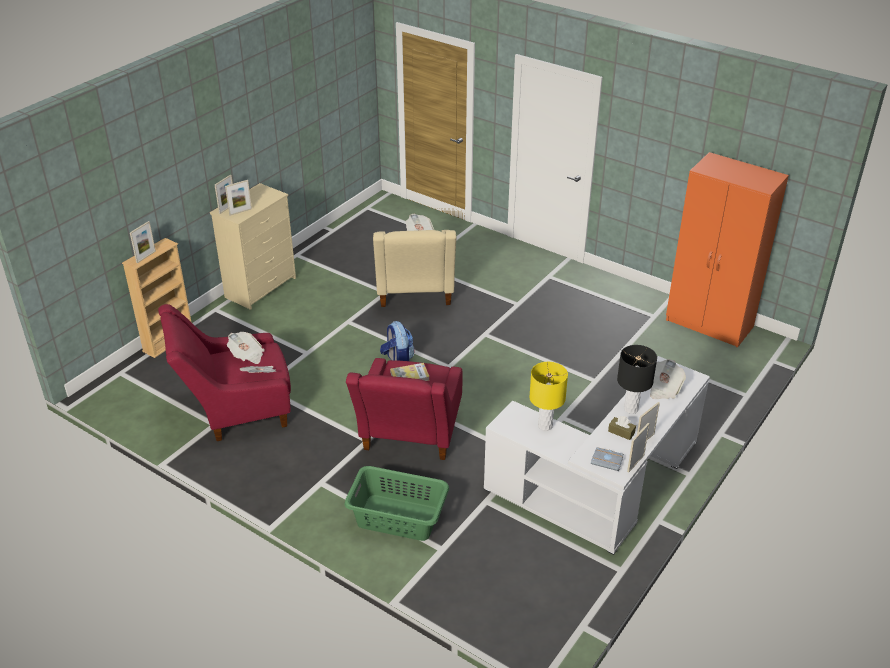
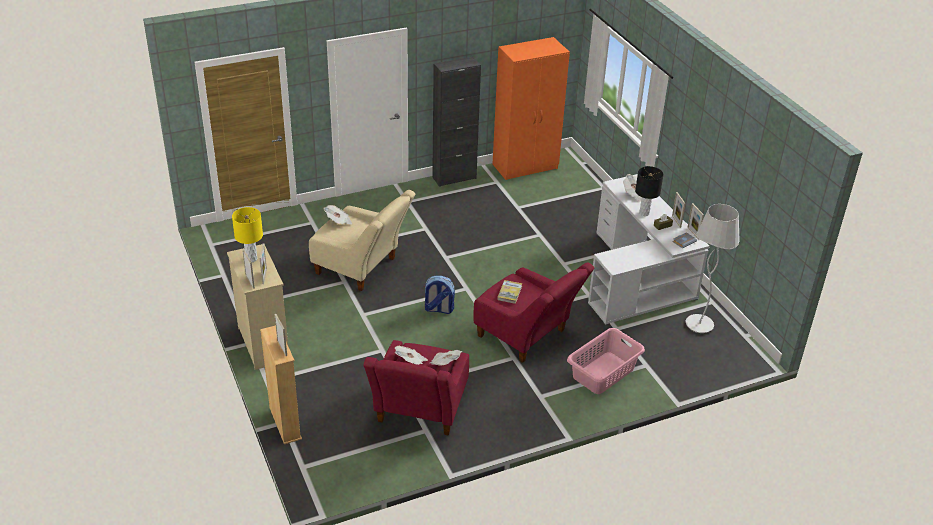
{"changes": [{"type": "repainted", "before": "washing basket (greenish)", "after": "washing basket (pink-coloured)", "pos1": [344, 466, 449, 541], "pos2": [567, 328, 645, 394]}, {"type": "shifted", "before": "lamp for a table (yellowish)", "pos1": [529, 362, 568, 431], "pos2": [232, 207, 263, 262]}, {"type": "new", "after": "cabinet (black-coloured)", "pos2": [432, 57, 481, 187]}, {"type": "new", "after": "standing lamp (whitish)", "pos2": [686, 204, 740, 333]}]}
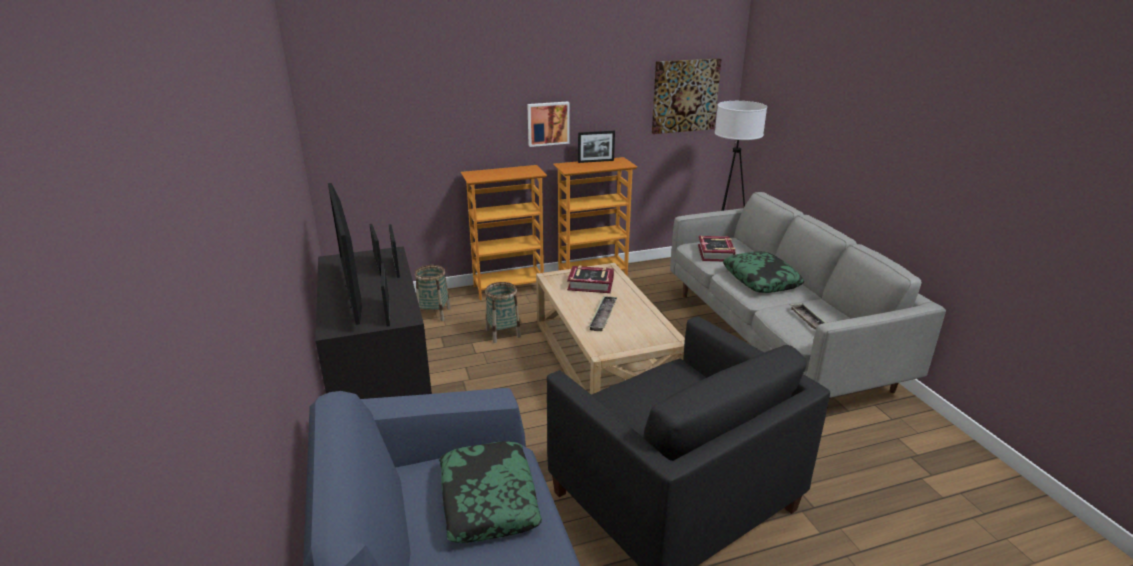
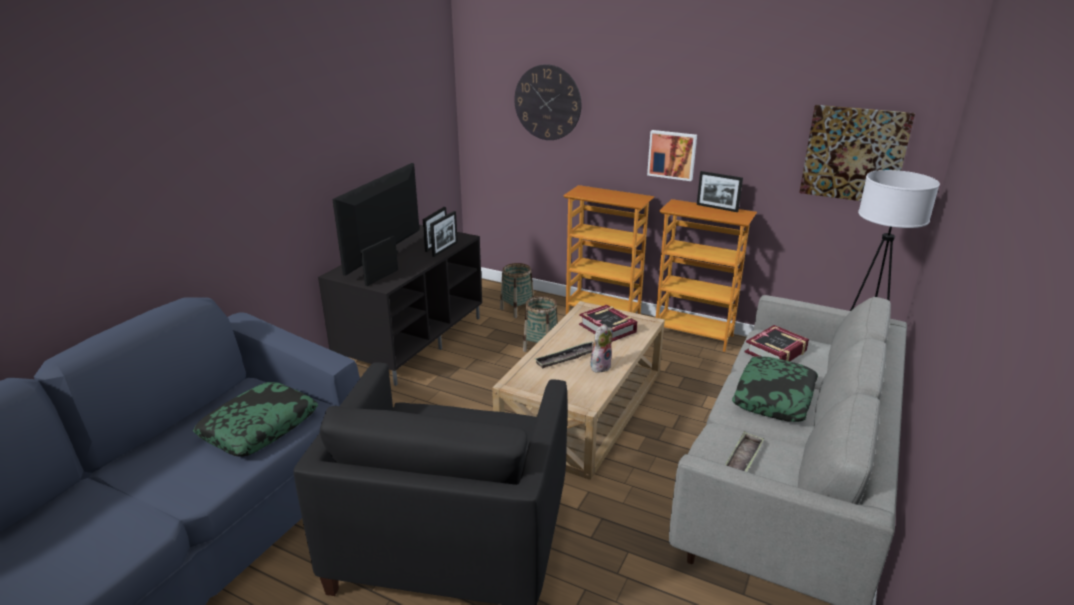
{"changes": [{"type": "new", "after": "wall clock", "pos2": [514, 64, 581, 140]}, {"type": "new", "after": "plush toy", "pos2": [590, 324, 613, 373]}]}
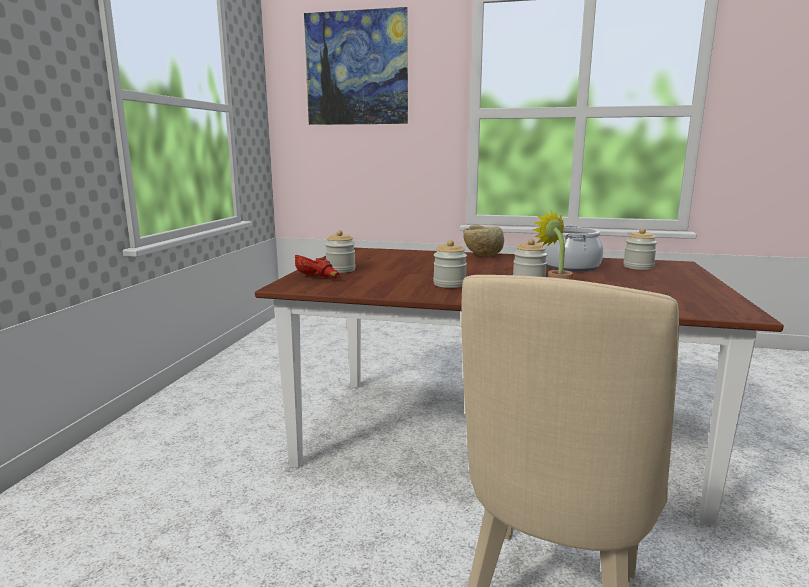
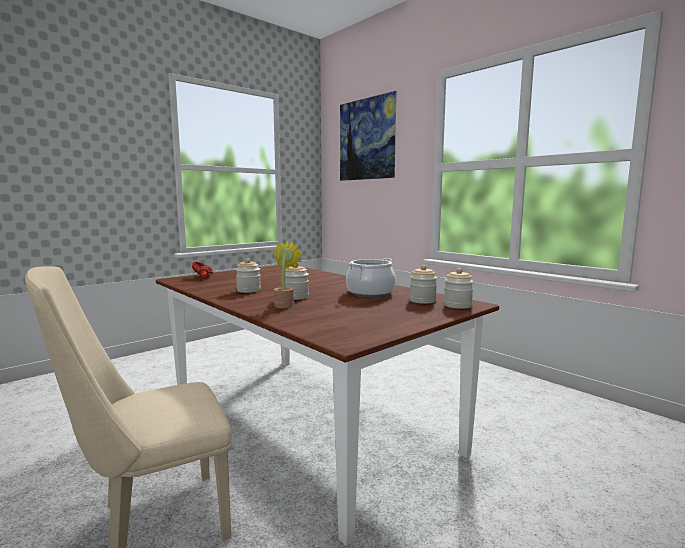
{"changes": [{"type": "shifted", "before": "jar", "pos1": [325, 230, 356, 273], "pos2": [444, 268, 474, 309]}, {"type": "gone", "before": "bowl (sand-coloured)", "pos1": [463, 225, 504, 256]}]}
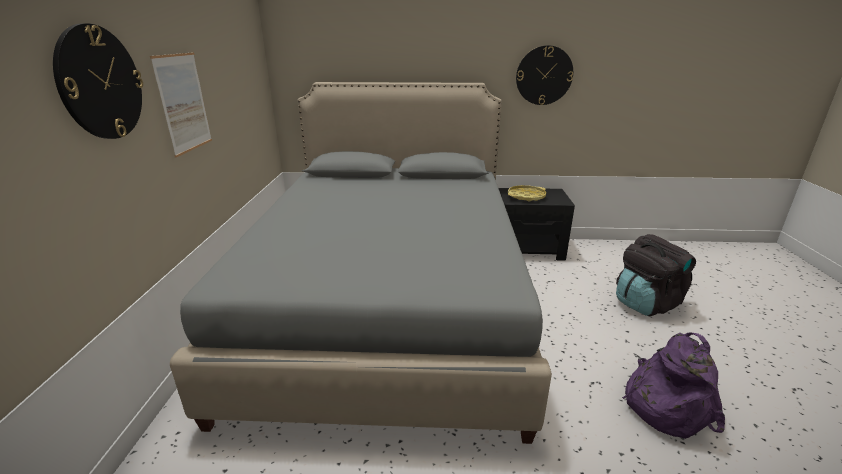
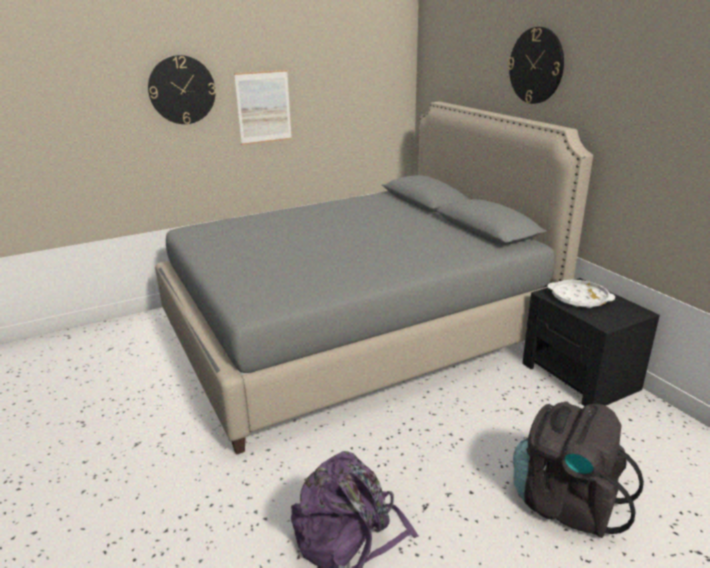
{"changes": [{"type": "repainted", "before": "tray (yellowish)", "after": "tray (whitish)", "pos1": [508, 185, 546, 202], "pos2": [547, 280, 615, 308]}, {"type": "shifted", "before": "wall clock", "pos1": [516, 45, 573, 105], "pos2": [508, 27, 564, 104]}]}
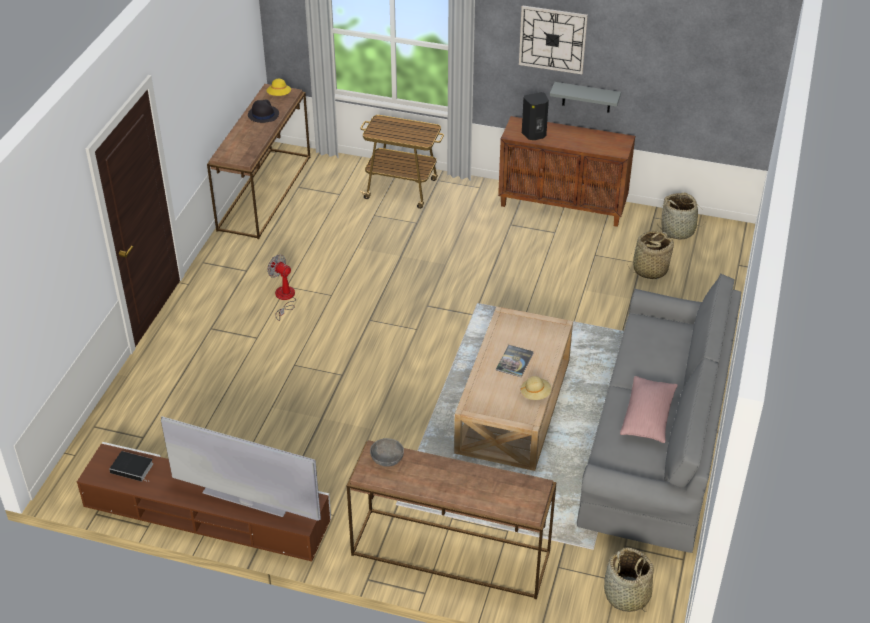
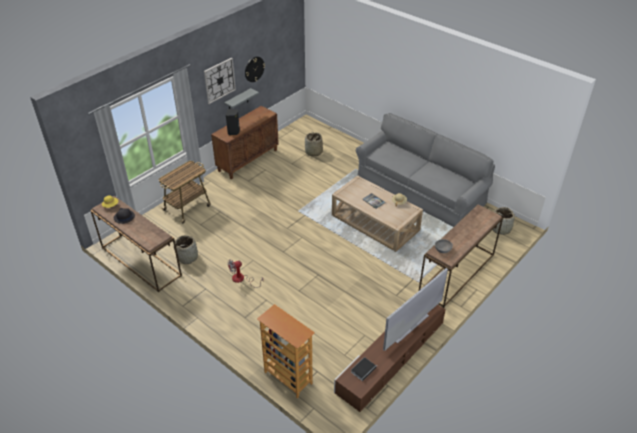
{"changes": [{"type": "gone", "before": "cushion (pink-coloured)", "pos1": [620, 376, 678, 443]}, {"type": "shifted", "before": "storage basket", "pos1": [657, 193, 705, 239], "pos2": [174, 235, 198, 264]}, {"type": "new", "after": "wall clock", "pos2": [245, 57, 265, 82]}, {"type": "new", "after": "bookshelf", "pos2": [257, 304, 315, 398]}]}
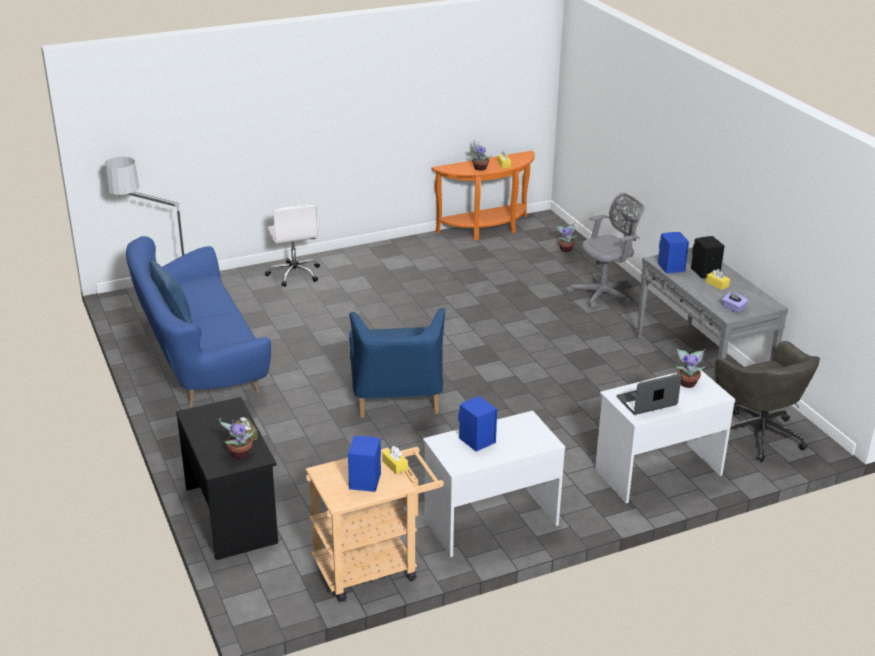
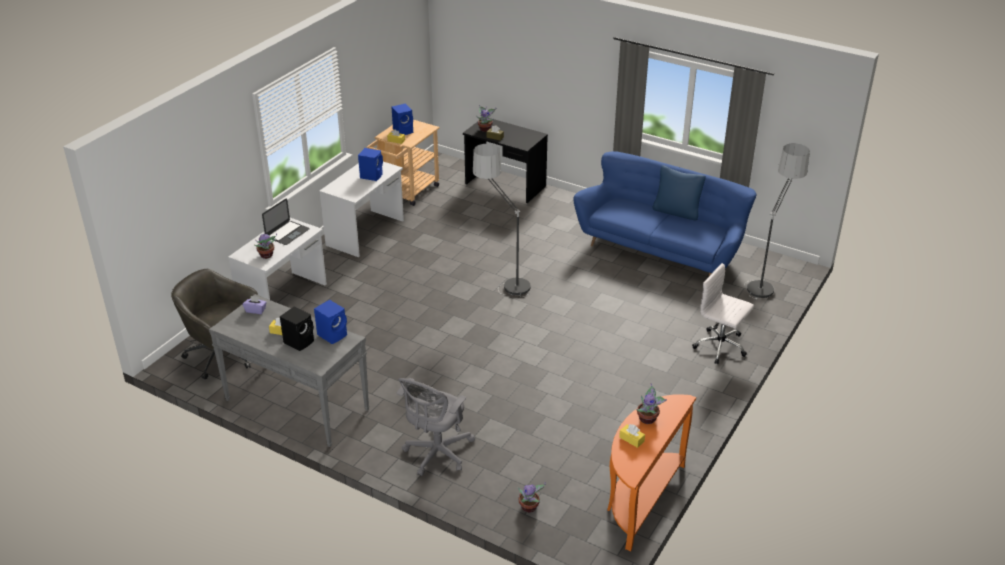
{"changes": [{"type": "swapped", "before": "easy chair (blue-coloured)", "after": "standing lamp", "pos1": [349, 308, 445, 418], "pos2": [473, 144, 531, 297]}]}
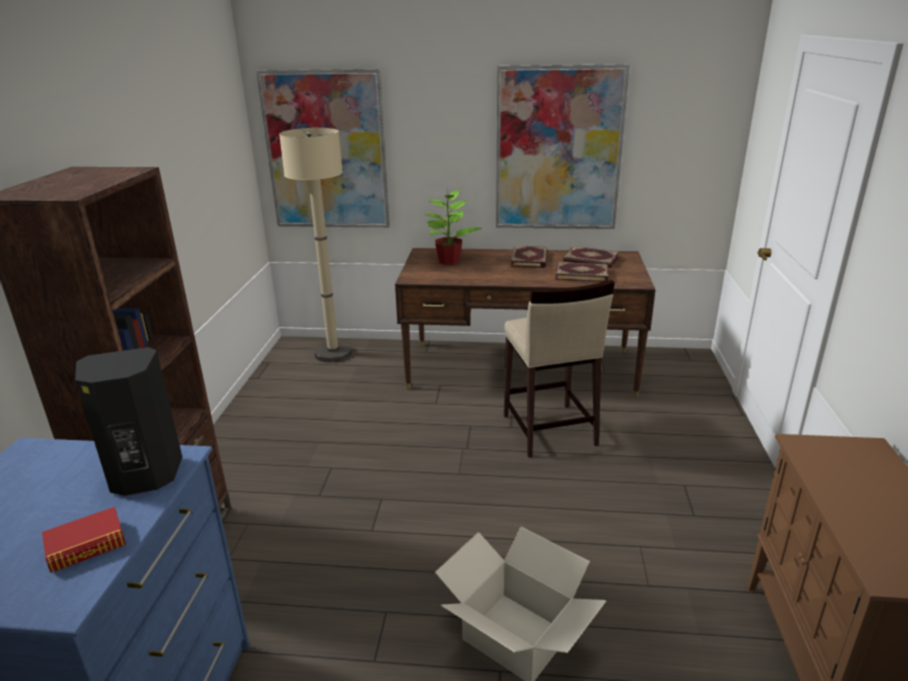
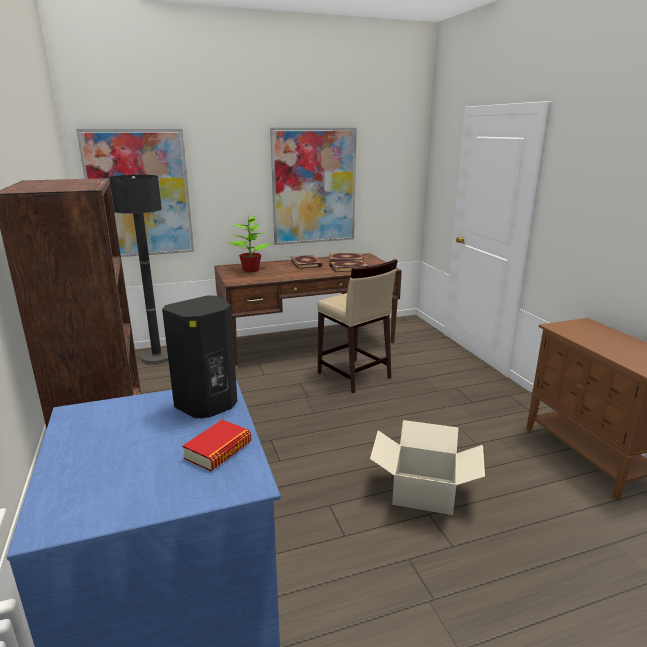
{"changes": [{"type": "repainted", "before": "standing lamp (sand-coloured)", "after": "standing lamp (black-coloured)", "pos1": [279, 128, 352, 362], "pos2": [108, 175, 168, 365]}]}
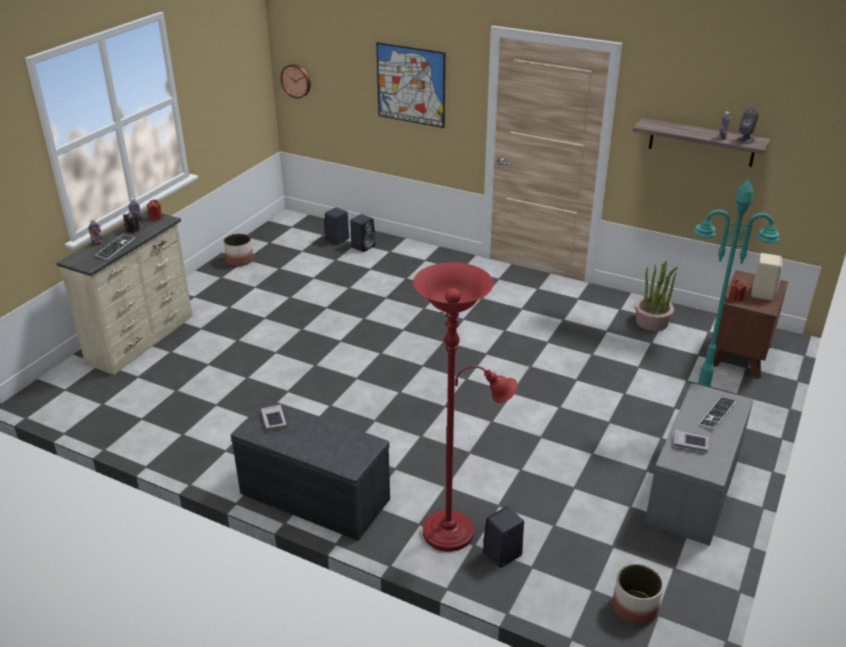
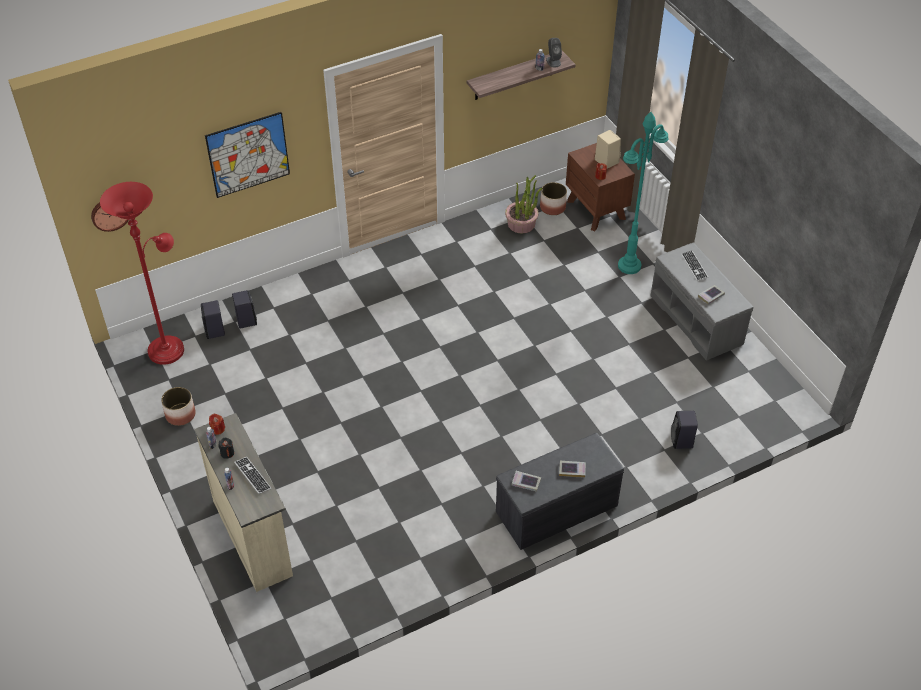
{"changes": [{"type": "shifted", "before": "standing lamp (red)", "pos1": [413, 262, 517, 552], "pos2": [100, 182, 184, 365]}, {"type": "shifted", "before": "planter", "pos1": [612, 564, 663, 625], "pos2": [540, 182, 567, 215]}, {"type": "new", "after": "volume", "pos2": [559, 461, 586, 478]}]}
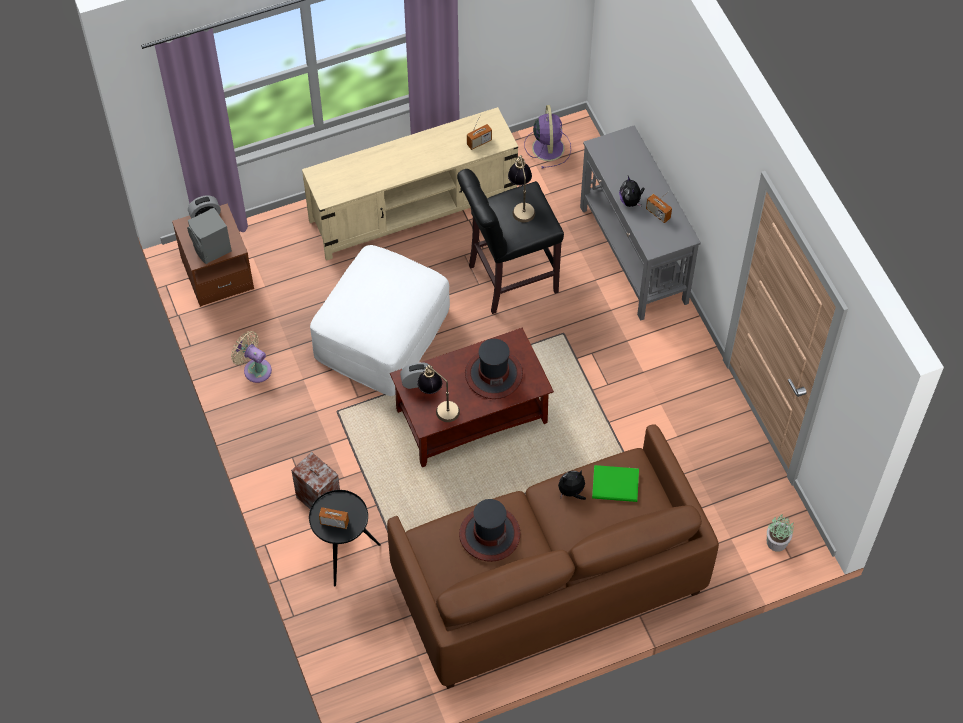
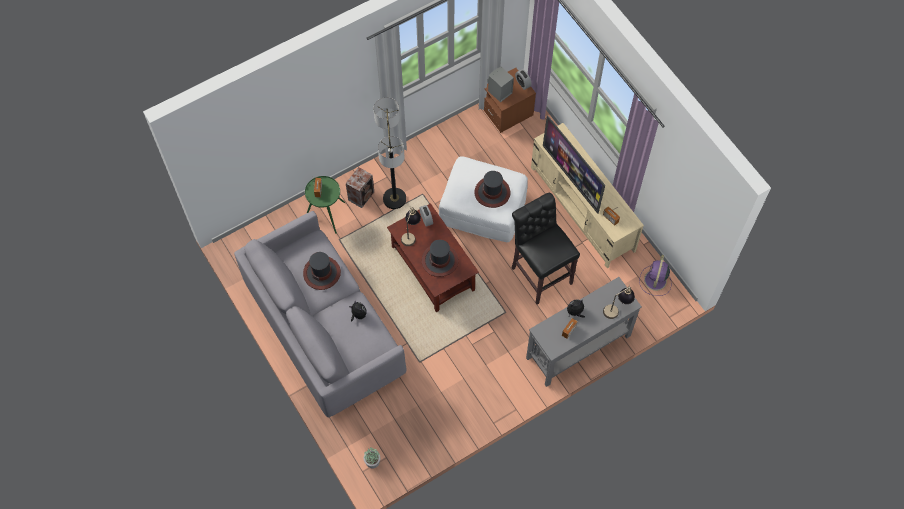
{"changes": [{"type": "gone", "before": "electric fan (sand-coloured)", "pos1": [231, 331, 272, 383]}, {"type": "repainted", "before": "side table (black-coloured)", "after": "side table (greenish)", "pos1": [309, 490, 381, 586], "pos2": [305, 176, 345, 234]}, {"type": "repainted", "before": "sofa (brown)", "after": "sofa (gray)", "pos1": [387, 424, 719, 689], "pos2": [234, 211, 406, 417]}, {"type": "shifted", "before": "lamp for a table", "pos1": [508, 155, 535, 222], "pos2": [603, 285, 635, 319]}, {"type": "rotated", "before": "electric fan (purple-coloured)", "pos1": [524, 105, 571, 168], "pos2": [639, 255, 672, 296], "turn": 120}, {"type": "gone", "before": "volume (greenish)", "pos1": [592, 465, 639, 502]}, {"type": "new", "after": "standing lamp", "pos2": [374, 97, 406, 209]}, {"type": "new", "after": "hat", "pos2": [474, 171, 510, 208]}, {"type": "new", "after": "TV", "pos2": [543, 115, 605, 214]}]}
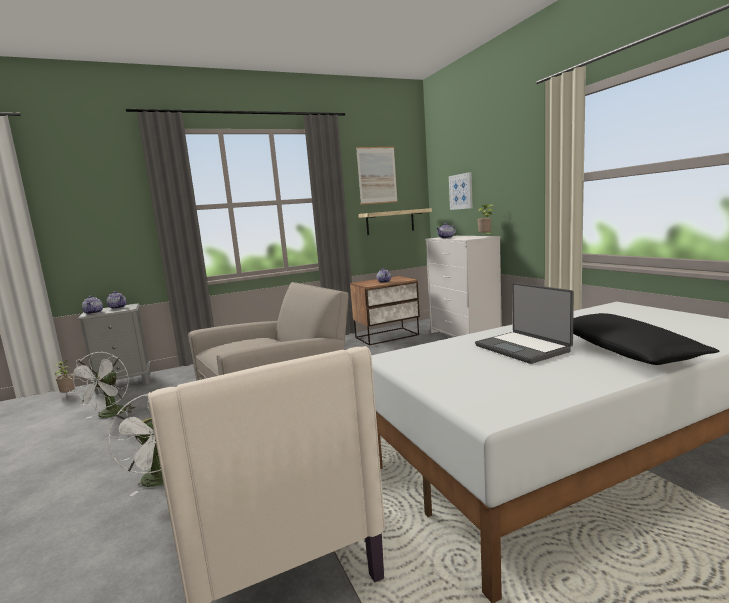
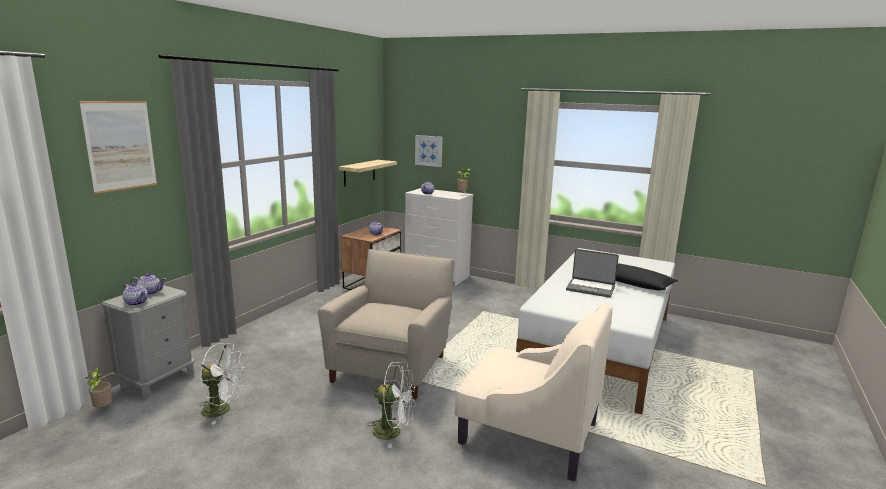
{"changes": [{"type": "rotated", "before": "electric fan (whitish)", "pos1": [67, 352, 136, 419], "pos2": [199, 343, 246, 425], "turn": -45}, {"type": "shifted", "before": "wall picture", "pos1": [356, 147, 398, 205], "pos2": [79, 101, 157, 194]}]}
